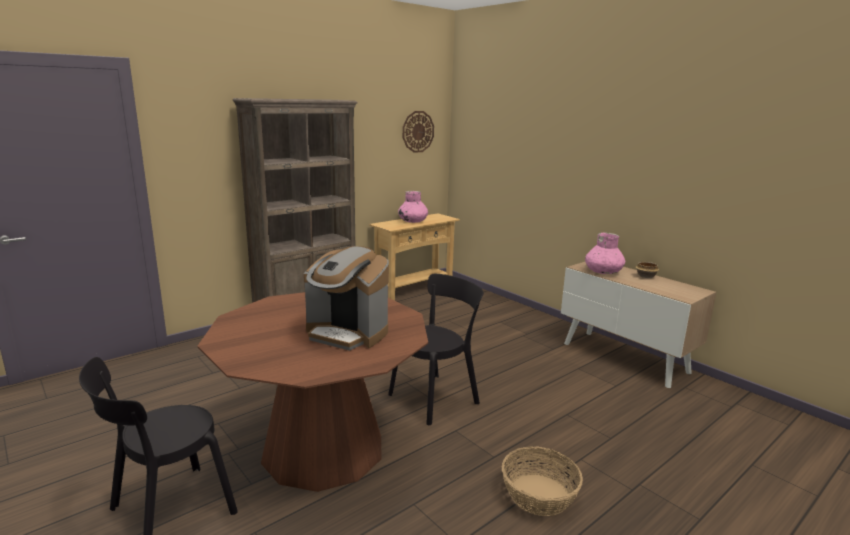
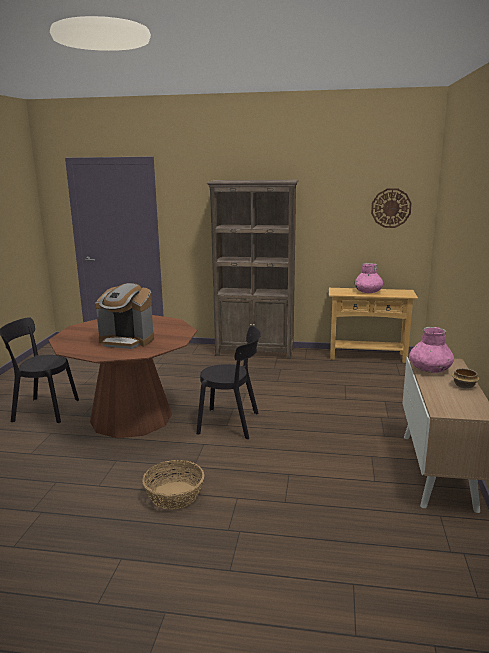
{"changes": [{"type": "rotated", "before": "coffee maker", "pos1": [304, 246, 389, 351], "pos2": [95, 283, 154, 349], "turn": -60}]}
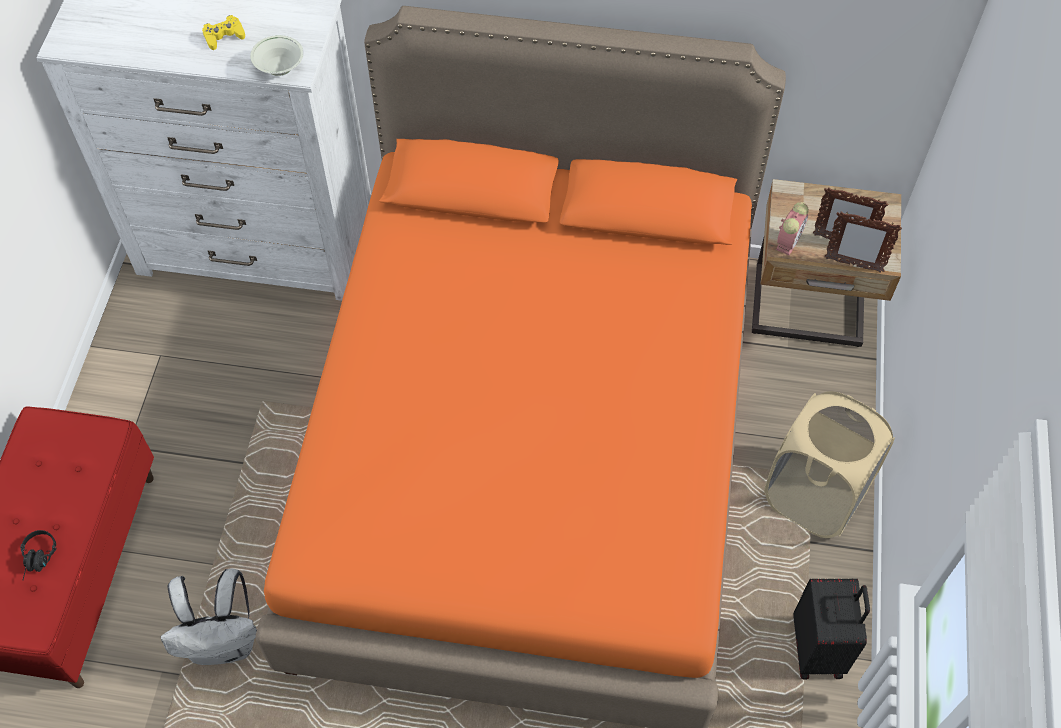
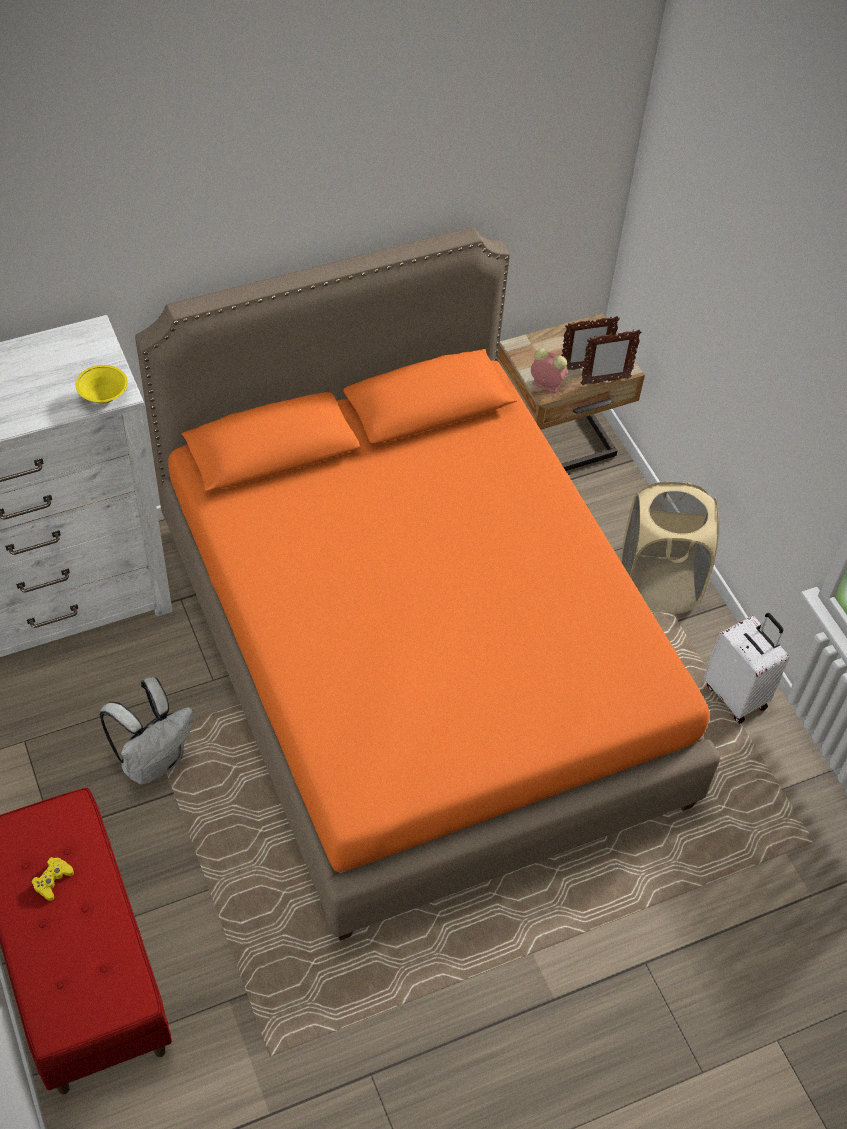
{"changes": [{"type": "gone", "before": "pair of headphones (black-coloured)", "pos1": [20, 530, 56, 581]}, {"type": "shifted", "before": "knapsack (whitish)", "pos1": [161, 569, 257, 665], "pos2": [100, 677, 193, 784]}, {"type": "shifted", "before": "joypad (yellowish)", "pos1": [202, 15, 245, 50], "pos2": [32, 857, 74, 901]}, {"type": "repainted", "before": "bowl (whitish)", "after": "bowl (yellowish)", "pos1": [250, 35, 304, 76], "pos2": [76, 365, 128, 404]}, {"type": "rotated", "before": "alarm clock", "pos1": [776, 202, 809, 256], "pos2": [531, 348, 567, 394], "turn": -60}, {"type": "repainted", "before": "suitcase (black-coloured)", "after": "suitcase (whitish)", "pos1": [793, 579, 870, 679], "pos2": [704, 613, 789, 724]}]}
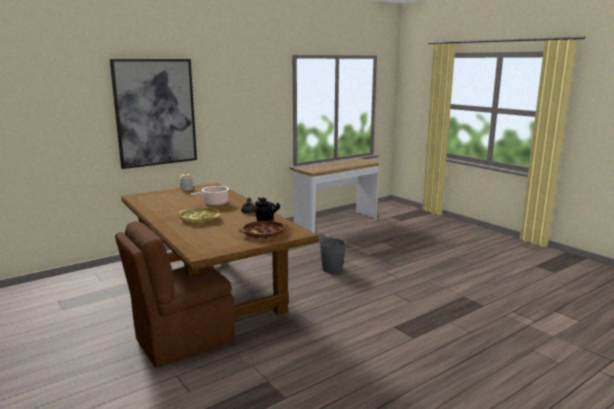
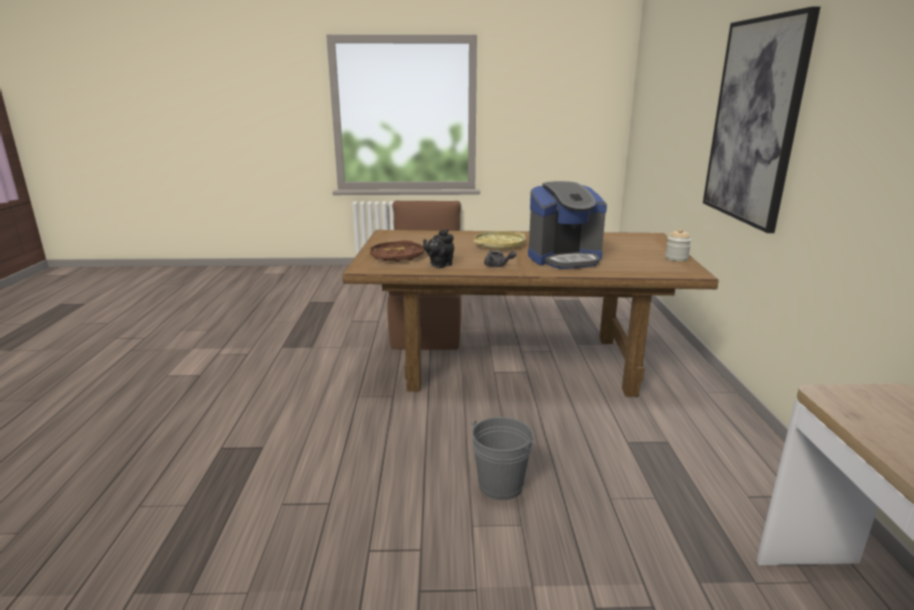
{"changes": [{"type": "swapped", "before": "saucepot", "after": "coffee maker", "pos1": [190, 186, 229, 206], "pos2": [528, 181, 607, 269]}]}
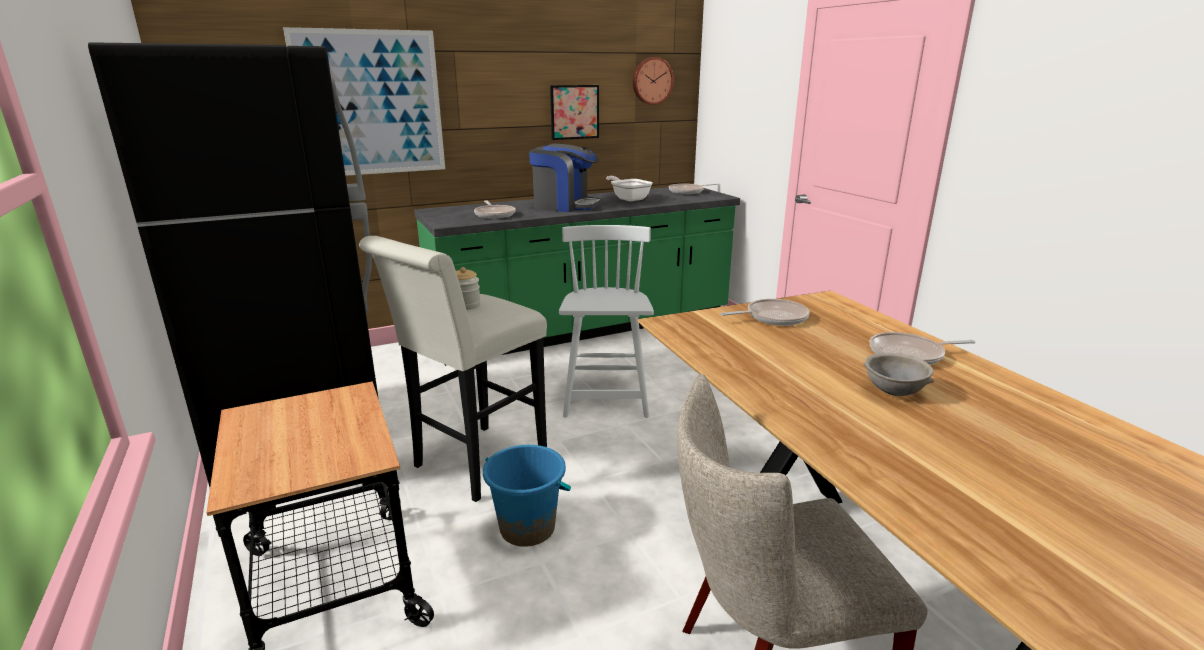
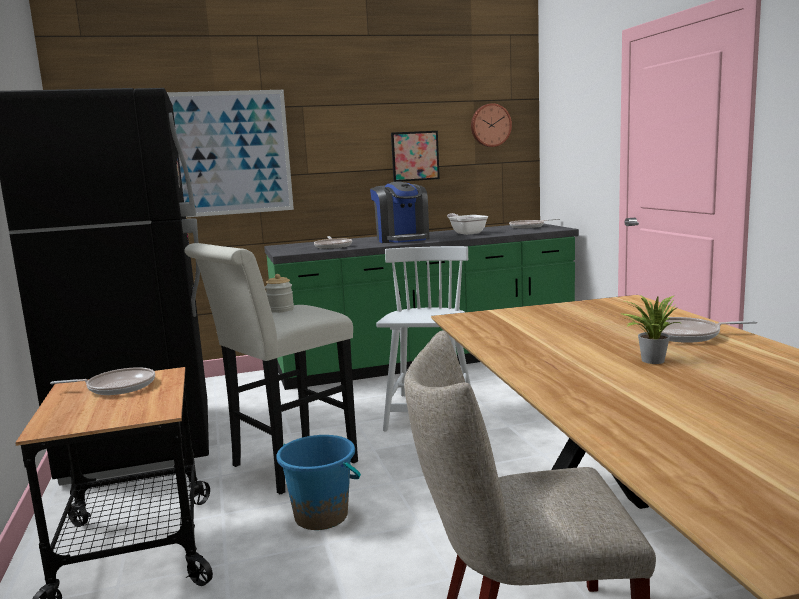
{"changes": [{"type": "rotated", "before": "coffee maker", "pos1": [529, 144, 602, 212], "pos2": [370, 182, 429, 243], "turn": 45}, {"type": "shifted", "before": "skillet", "pos1": [720, 299, 810, 326], "pos2": [50, 367, 155, 395]}, {"type": "swapped", "before": "bowl (gray)", "after": "potted plant", "pos1": [863, 353, 934, 396], "pos2": [622, 295, 681, 364]}]}
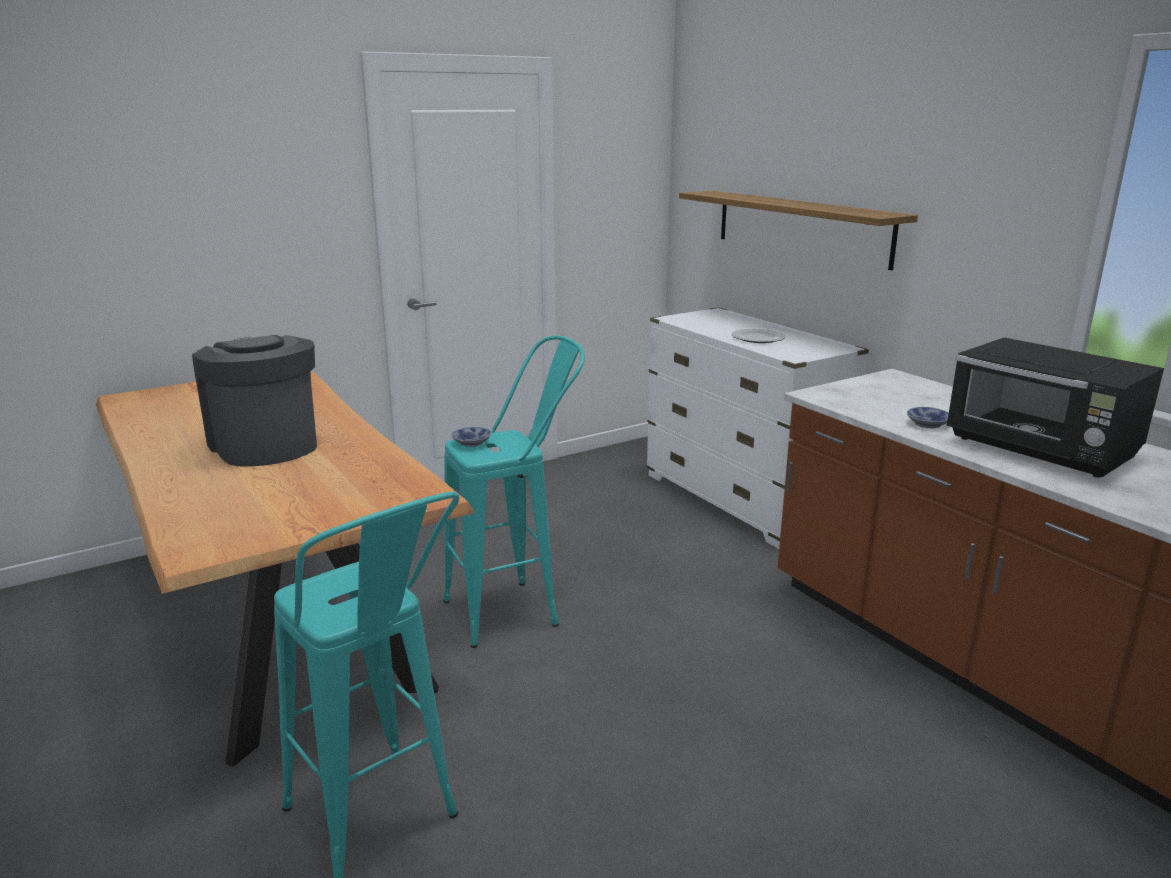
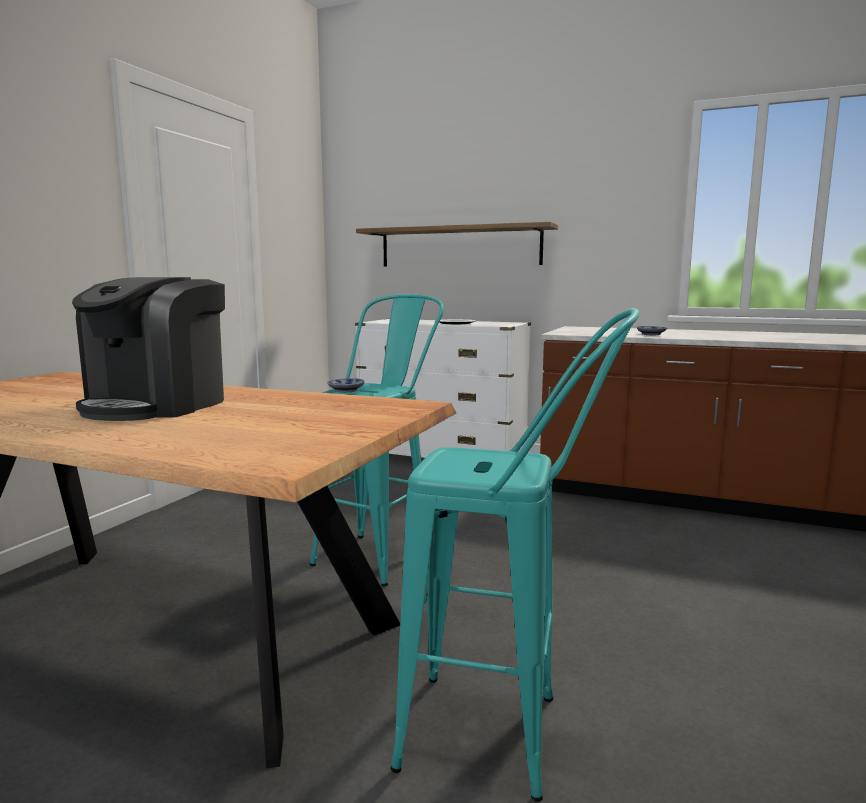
{"changes": [{"type": "rotated", "before": "coffee maker", "pos1": [192, 335, 317, 466], "pos2": [72, 277, 225, 421], "turn": -90}, {"type": "gone", "before": "microwave oven (black-coloured)", "pos1": [946, 337, 1164, 478]}]}
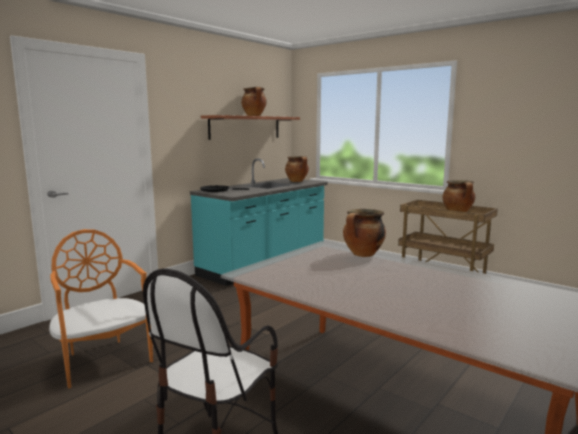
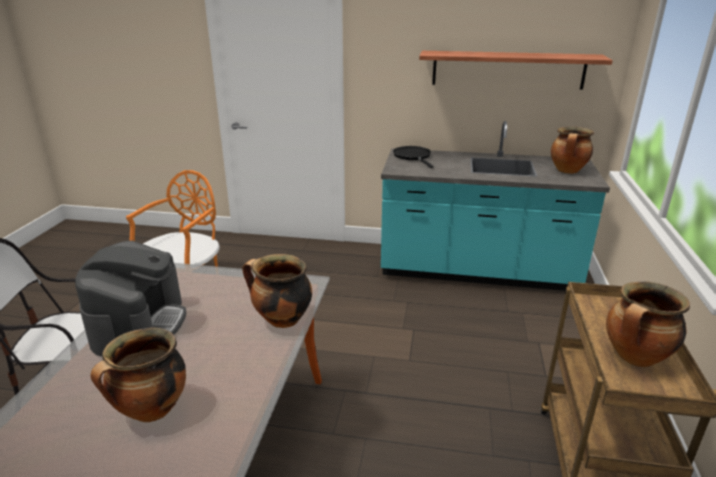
{"changes": [{"type": "shifted", "before": "saucepot", "pos1": [241, 87, 267, 116], "pos2": [90, 328, 186, 422]}, {"type": "new", "after": "coffee maker", "pos2": [75, 241, 186, 357]}]}
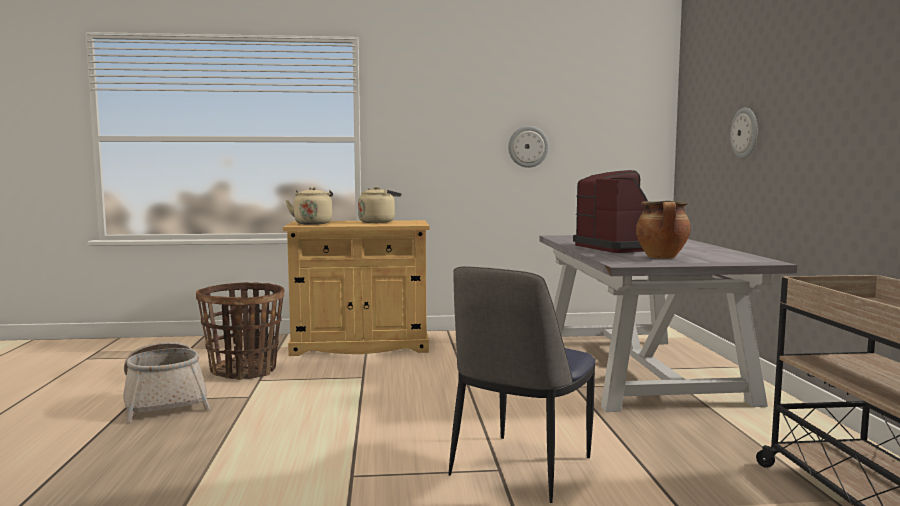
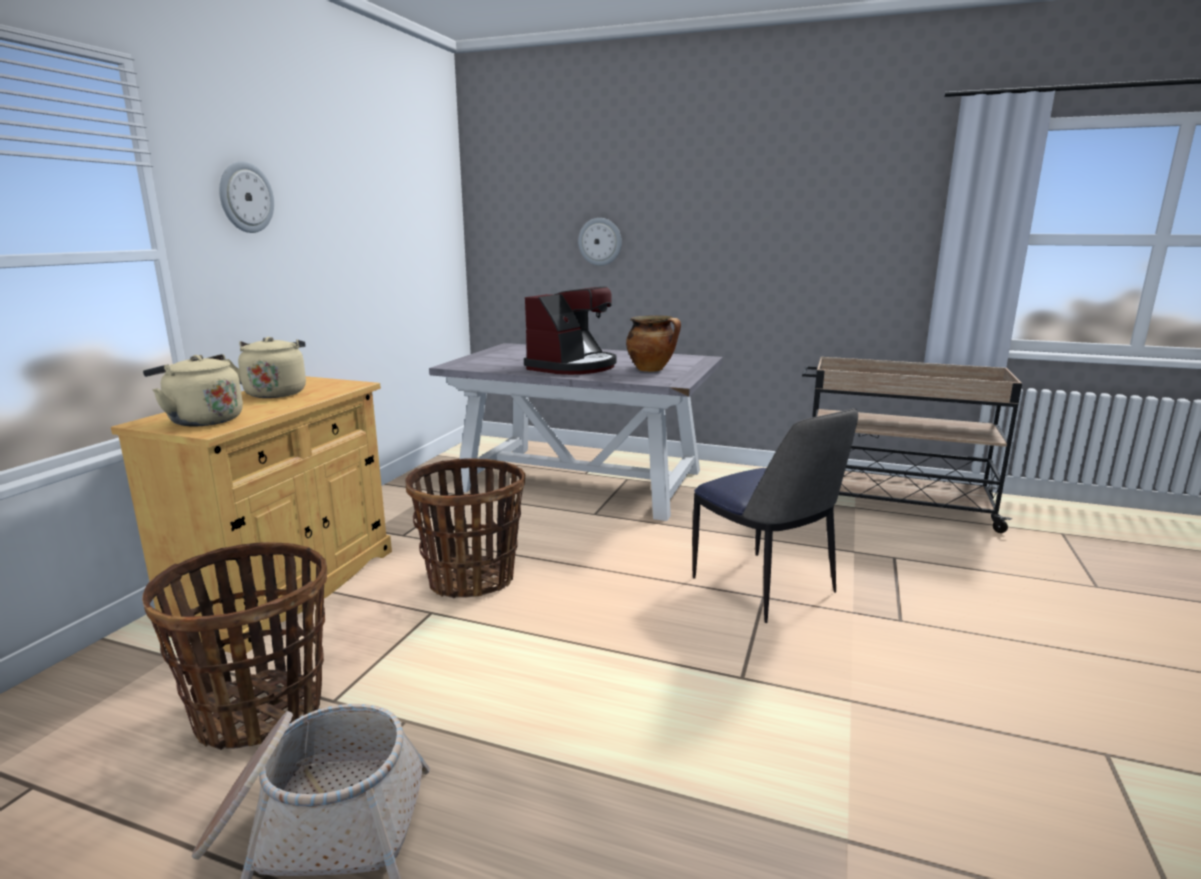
{"changes": [{"type": "shifted", "before": "wall clock", "pos1": [508, 126, 549, 168], "pos2": [219, 161, 274, 233]}, {"type": "rotated", "before": "coffee maker", "pos1": [573, 170, 648, 253], "pos2": [524, 286, 617, 375], "turn": 120}, {"type": "new", "after": "storage basket", "pos2": [405, 458, 525, 598]}]}
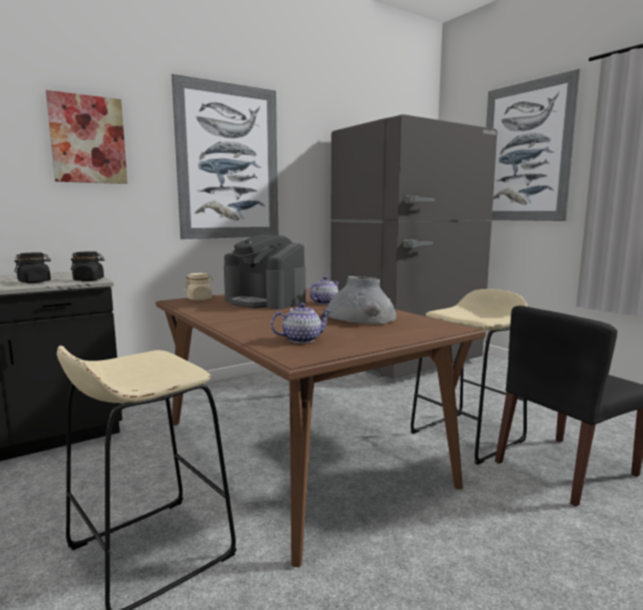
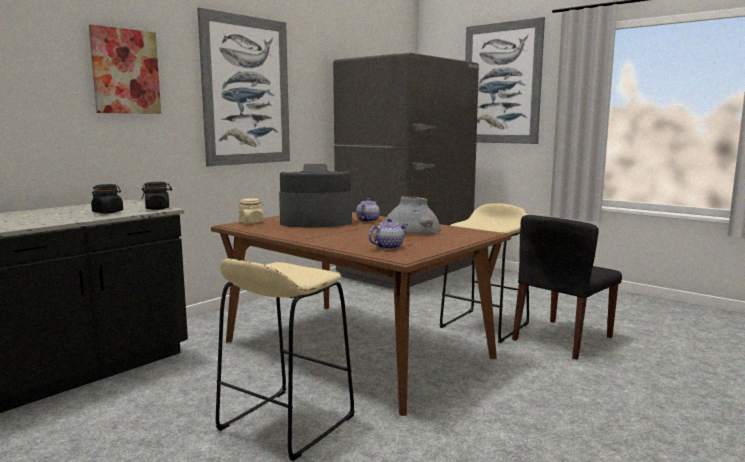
{"changes": [{"type": "rotated", "before": "coffee maker", "pos1": [224, 235, 306, 310], "pos2": [279, 164, 352, 227], "turn": 150}]}
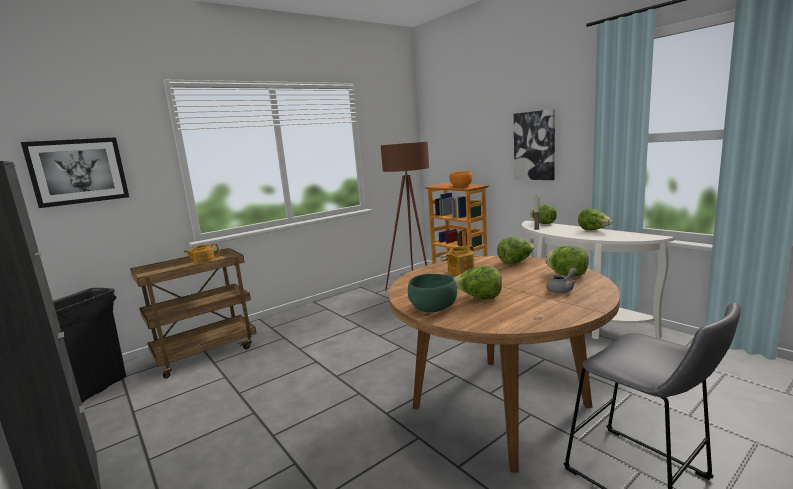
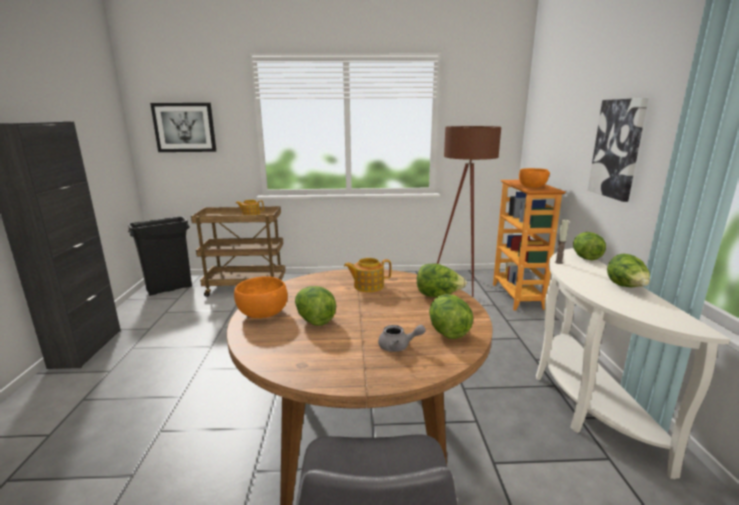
{"changes": [{"type": "repainted", "before": "bowl (greenish)", "after": "bowl (orange)", "pos1": [408, 274, 457, 312], "pos2": [234, 276, 287, 318]}]}
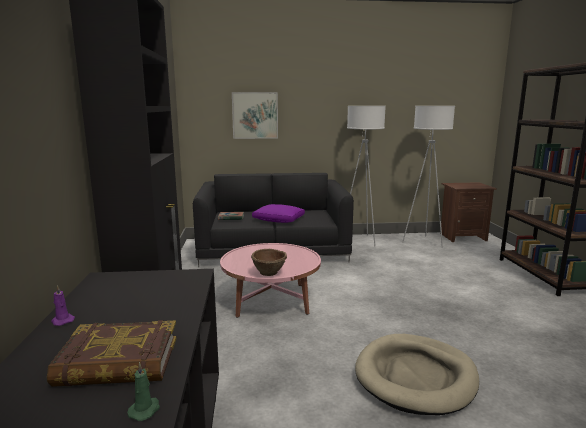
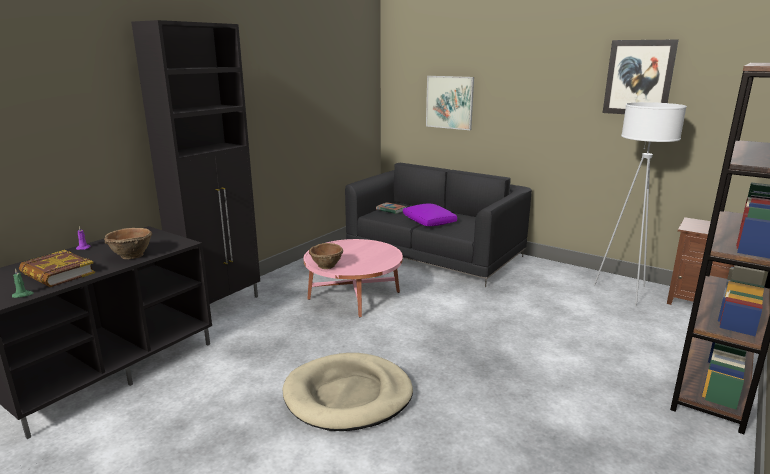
{"changes": [{"type": "gone", "before": "standing lamp (whitish)", "pos1": [347, 106, 386, 246]}, {"type": "new", "after": "bowl (brown)", "pos2": [104, 228, 152, 259]}, {"type": "new", "after": "wall picture", "pos2": [603, 39, 678, 114]}]}
